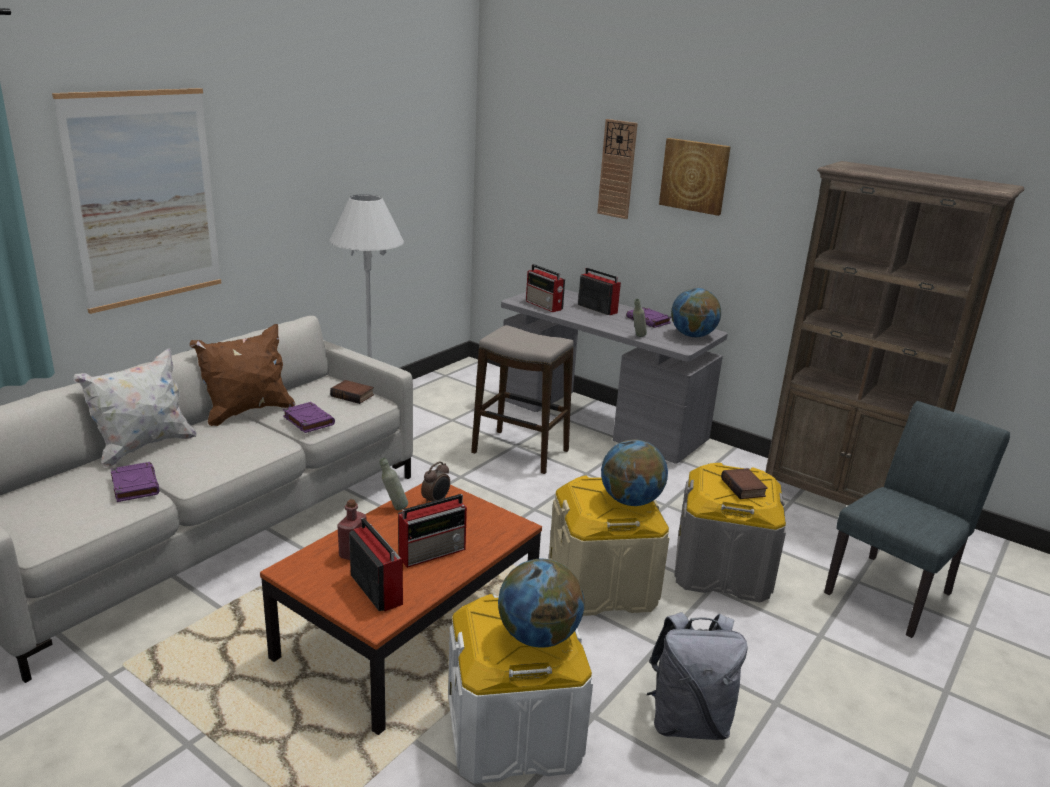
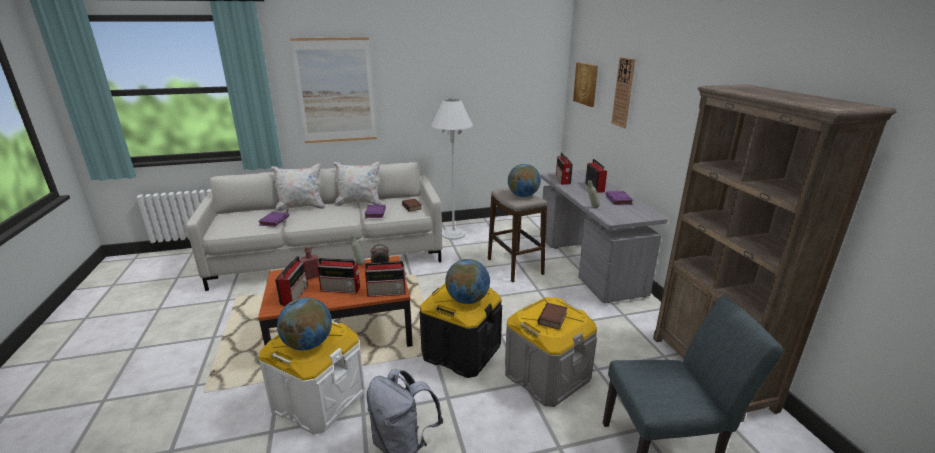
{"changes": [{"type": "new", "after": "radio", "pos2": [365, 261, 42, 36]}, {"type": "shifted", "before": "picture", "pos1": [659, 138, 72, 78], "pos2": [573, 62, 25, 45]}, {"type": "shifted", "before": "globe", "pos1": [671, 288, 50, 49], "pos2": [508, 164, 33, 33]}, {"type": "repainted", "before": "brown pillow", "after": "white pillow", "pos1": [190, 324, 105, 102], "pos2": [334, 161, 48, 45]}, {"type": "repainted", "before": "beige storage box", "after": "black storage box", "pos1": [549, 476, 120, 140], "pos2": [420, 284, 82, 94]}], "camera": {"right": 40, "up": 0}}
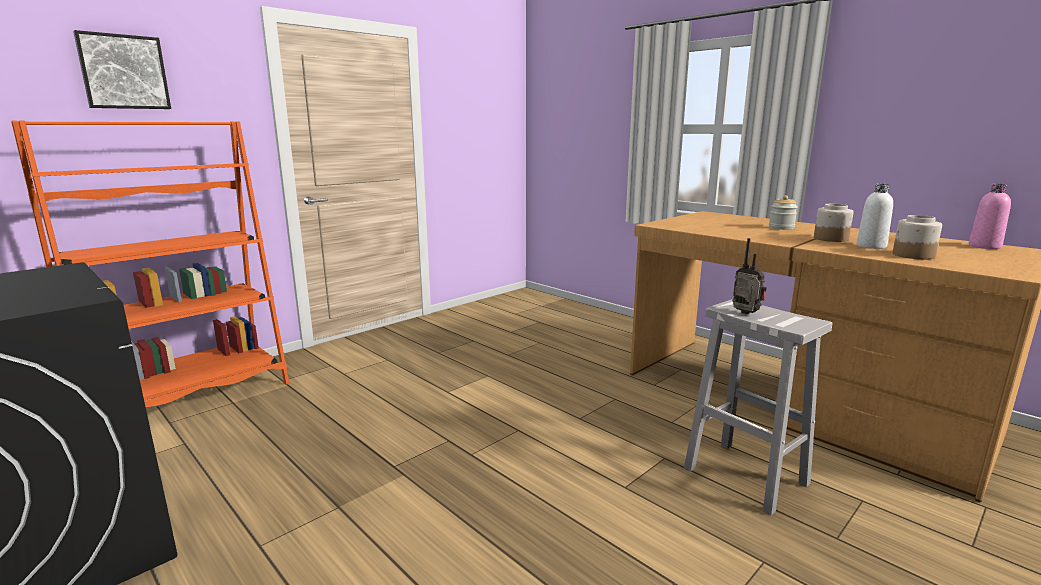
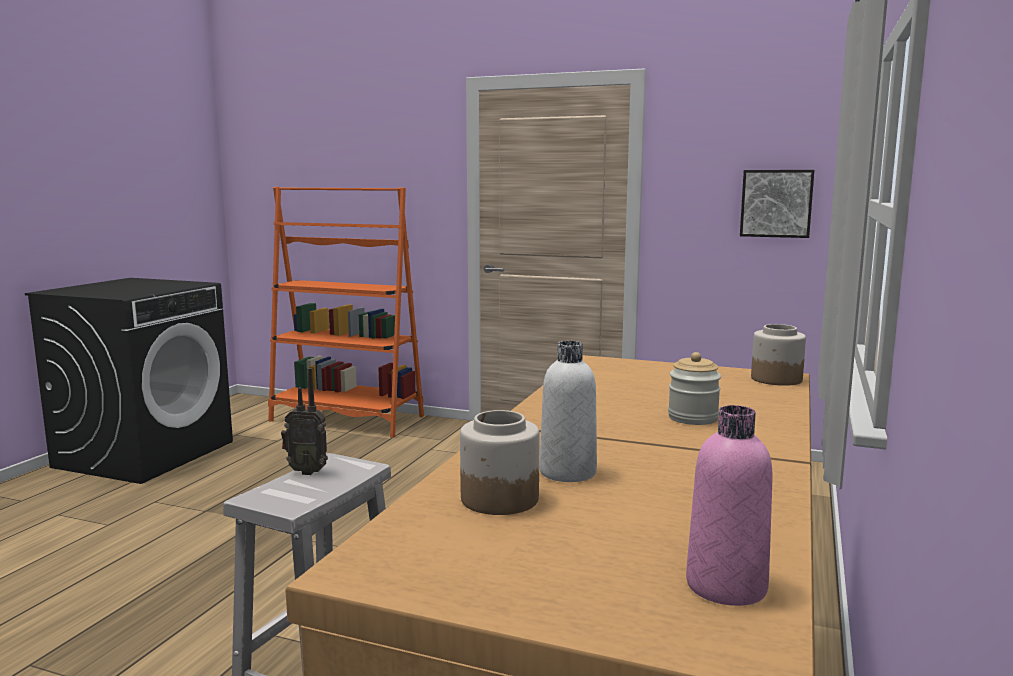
{"changes": [{"type": "shifted", "before": "picture", "pos1": [73, 30, 98, 79], "pos2": [740, 170, 74, 68]}, {"type": "shifted", "before": "jar", "pos1": [814, 204, 40, 38], "pos2": [751, 324, 55, 62]}, {"type": "rotated", "before": "radio", "pos1": [732, 238, 35, 76], "pos2": [281, 368, 47, 107], "turn": 75}], "camera": {"right": 65, "up": -5}}
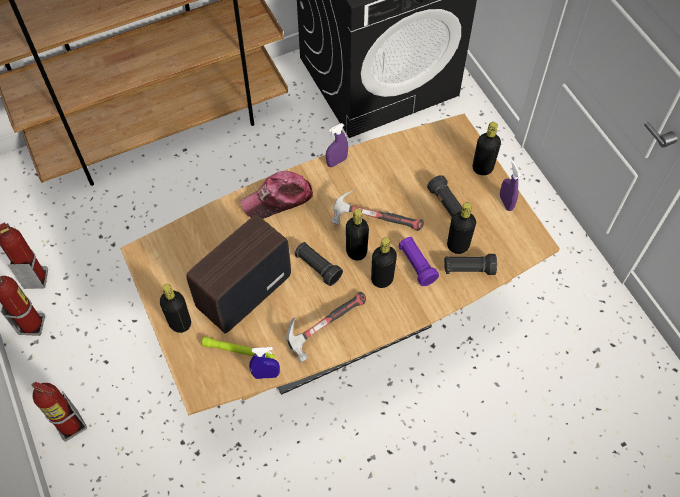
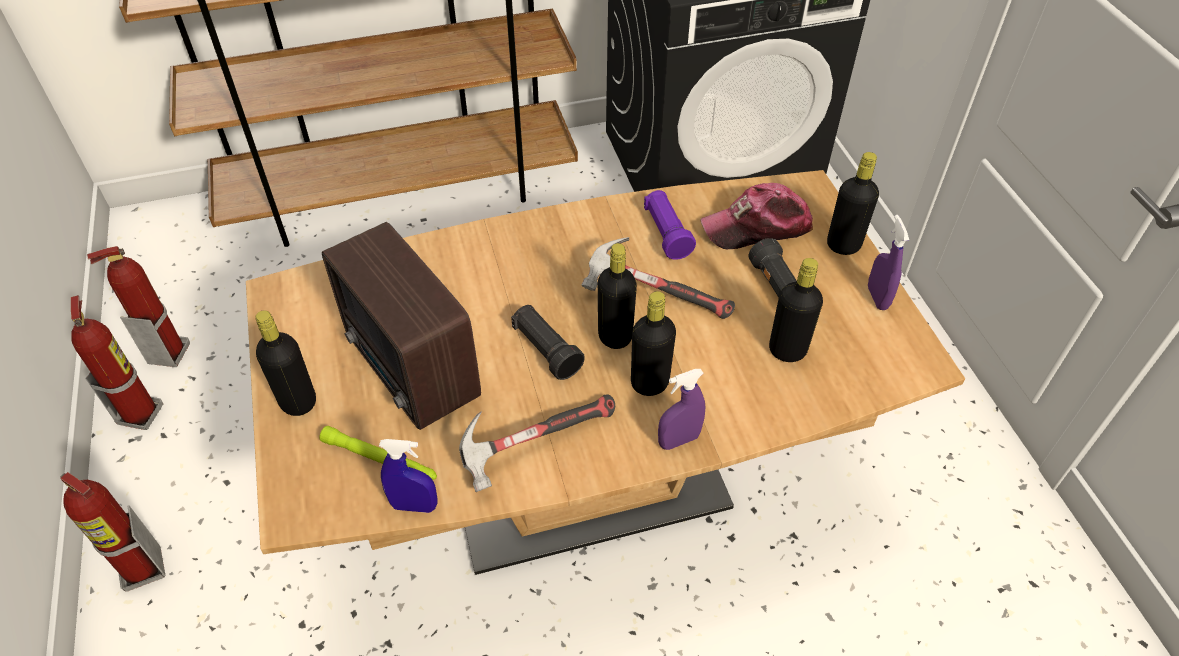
{"changes": [{"type": "gone", "before": "black flashlight", "pos1": [444, 254, 53, 21]}, {"type": "shifted", "before": "cap", "pos1": [240, 171, 73, 48], "pos2": [700, 183, 113, 66]}, {"type": "shifted", "before": "purple spray bottle", "pos1": [326, 123, 22, 44], "pos2": [658, 369, 48, 81]}, {"type": "shifted", "before": "purple flashlight", "pos1": [399, 237, 40, 49], "pos2": [644, 190, 52, 70]}, {"type": "rotated", "before": "radio", "pos1": [186, 214, 105, 119], "pos2": [322, 222, 159, 208], "turn": -90}], "camera": {"right": 10, "up": -10}}
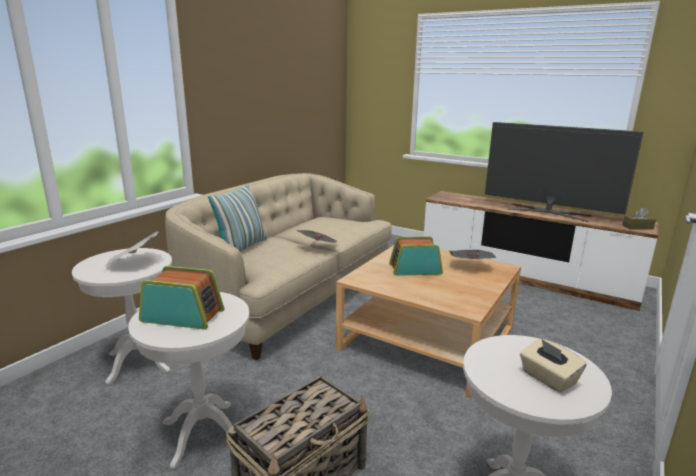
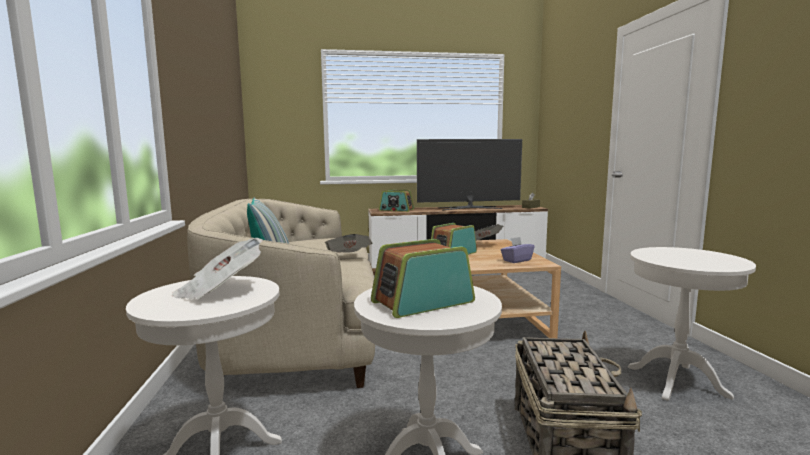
{"changes": [{"type": "gone", "before": "beige tissue box", "pos1": [520, 338, 66, 55]}, {"type": "new", "after": "radio", "pos2": [379, 190, 35, 22]}, {"type": "new", "after": "purple tissue box", "pos2": [501, 237, 34, 26]}], "camera": {"right": -40, "up": -10}}
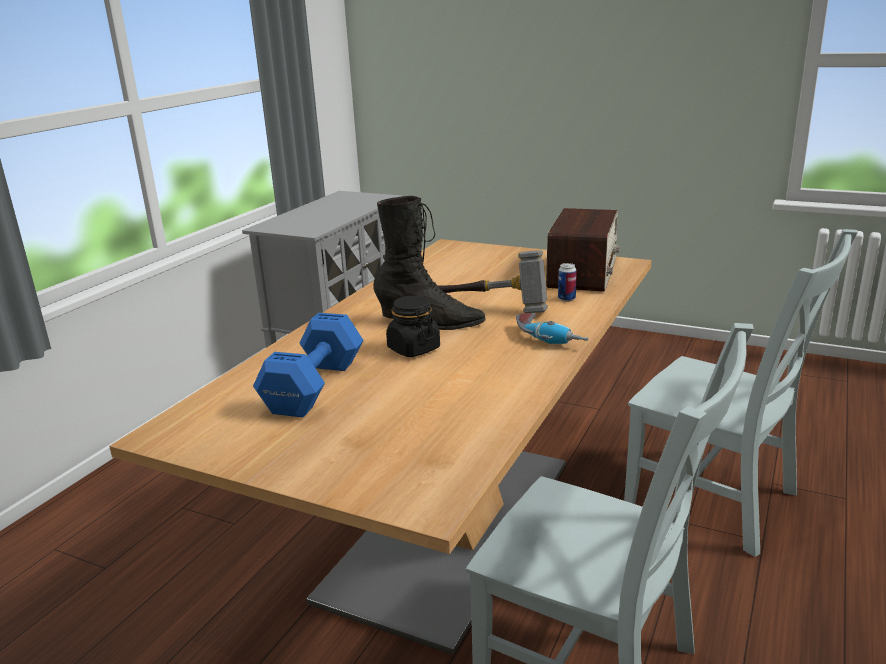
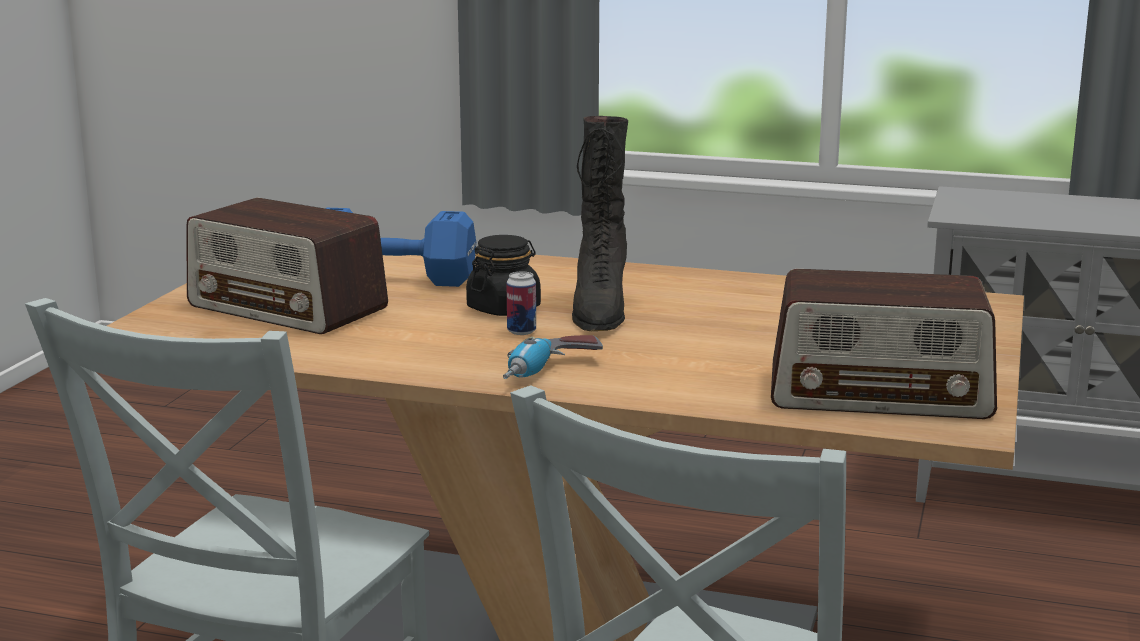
{"changes": [{"type": "gone", "before": "hammer", "pos1": [437, 250, 111, 63]}, {"type": "new", "after": "radio", "pos2": [187, 197, 201, 137]}, {"type": "shifted", "before": "can", "pos1": [558, 263, 19, 39], "pos2": [506, 271, 30, 64]}], "camera": {"right": 80, "up": -5}}
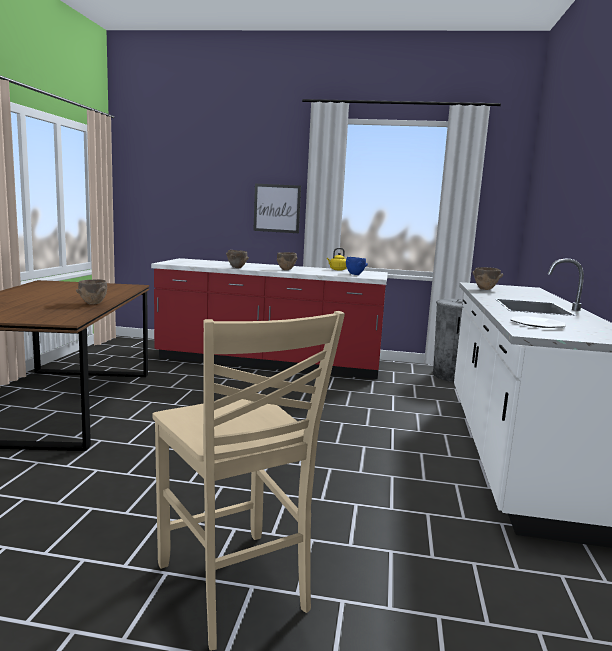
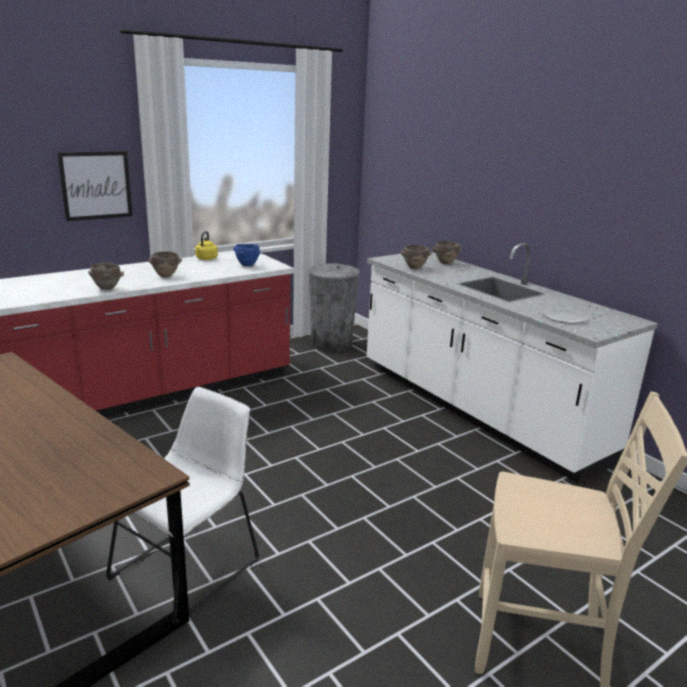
{"changes": [{"type": "new", "after": "white chair", "pos2": [106, 387, 153, 237]}, {"type": "shifted", "before": "brown bowl", "pos1": [76, 279, 31, 26], "pos2": [433, 241, 29, 23]}], "camera": {"right": -45, "up": 10}}
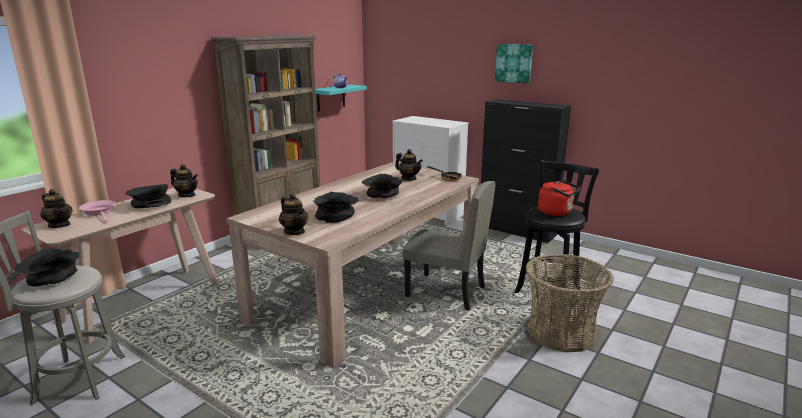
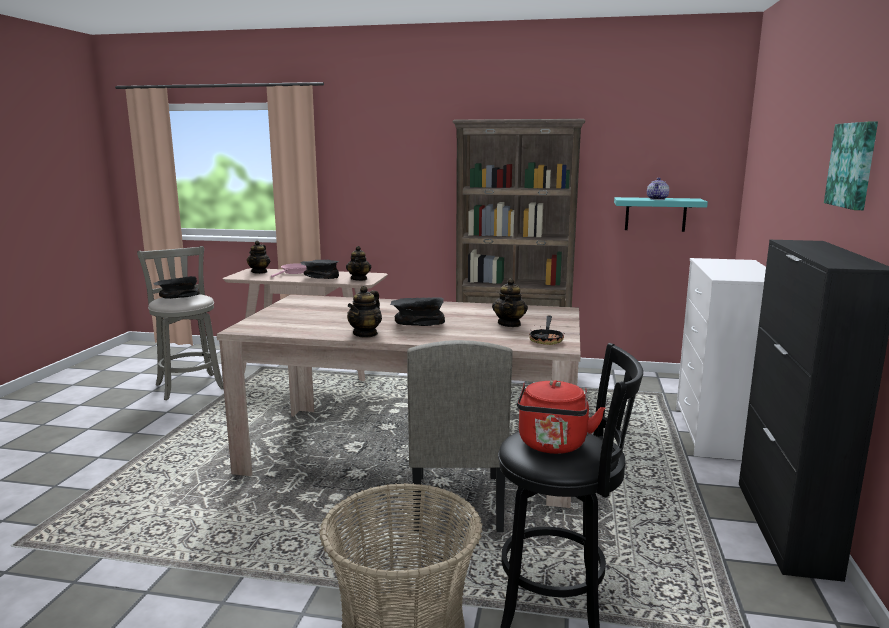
{"changes": [{"type": "gone", "before": "black bowl", "pos1": [312, 192, 47, 31]}, {"type": "shifted", "before": "teapot", "pos1": [279, 193, 29, 42], "pos2": [347, 286, 35, 52]}], "camera": {"right": 65, "up": -5}}
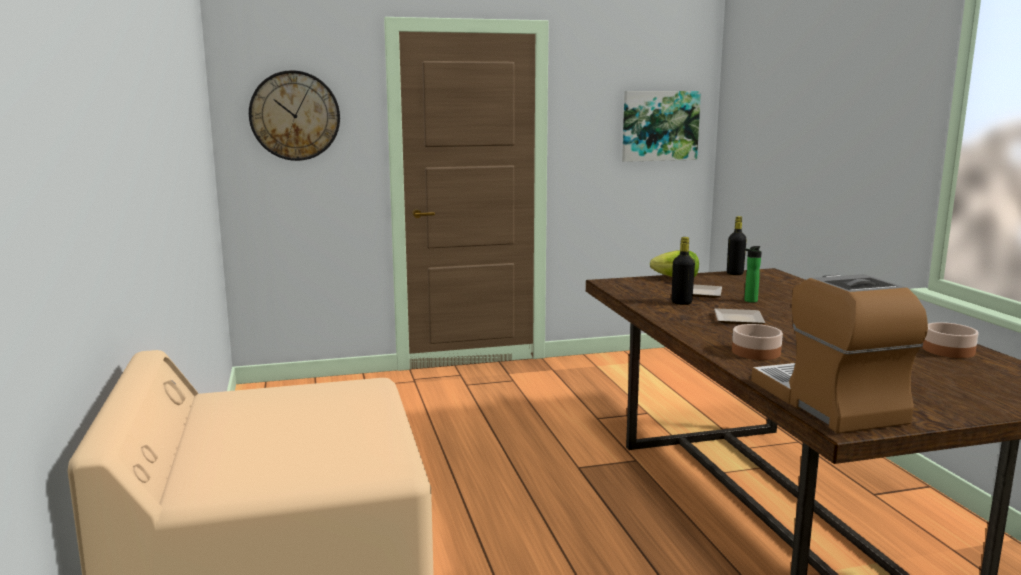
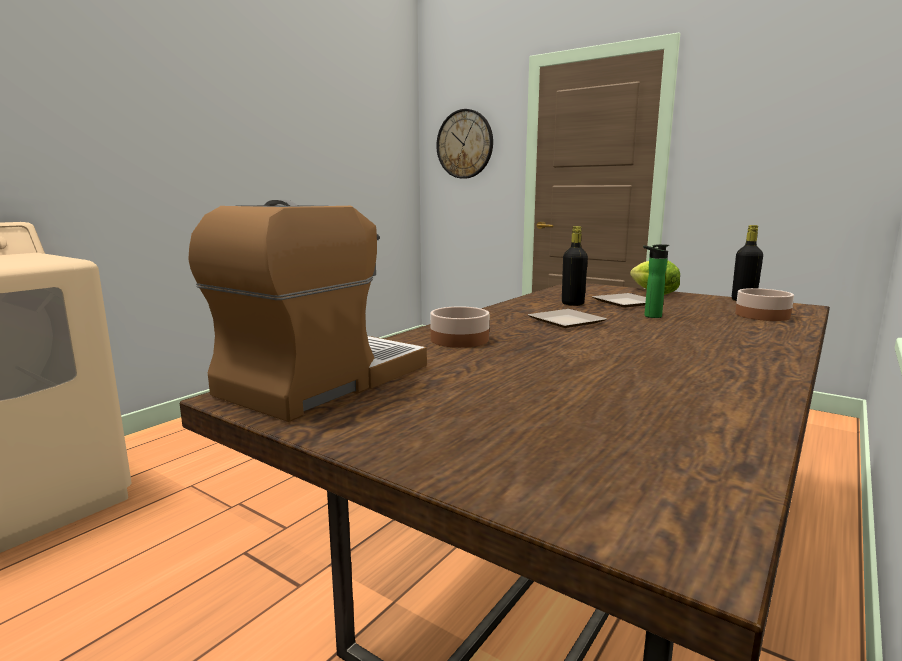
{"changes": [{"type": "gone", "before": "picture", "pos1": [622, 91, 79, 71]}, {"type": "shifted", "before": "bowl", "pos1": [923, 322, 56, 36], "pos2": [735, 288, 59, 33]}], "camera": {"right": 50, "up": 0}}
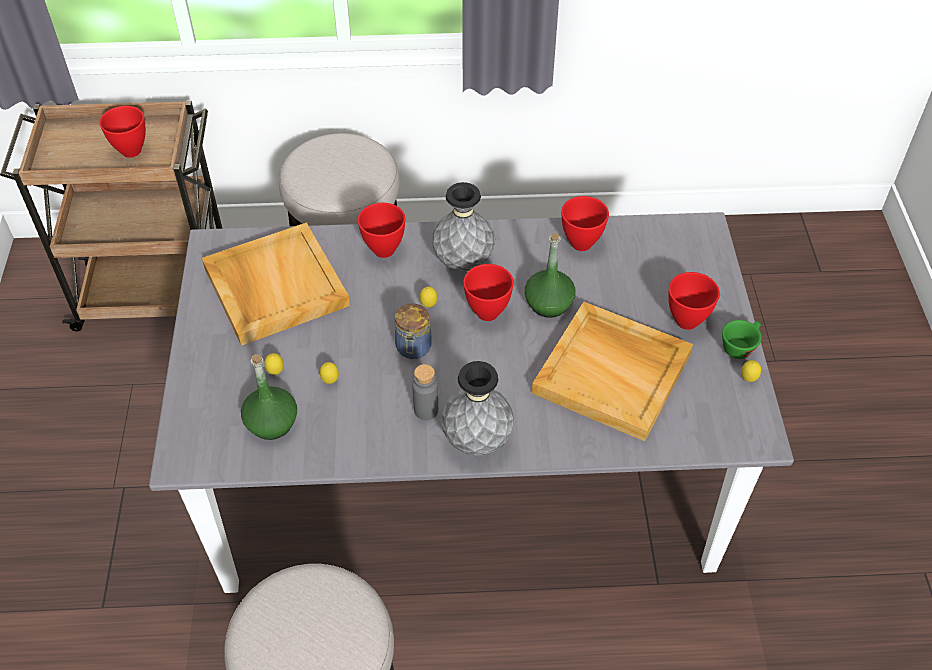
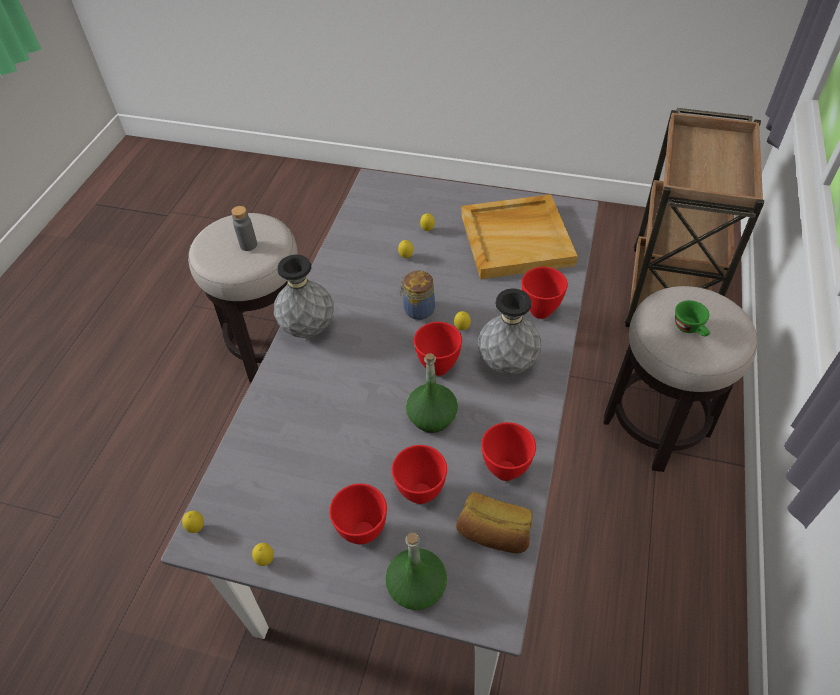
{"changes": [{"type": "gone", "before": "beige tray", "pos1": [532, 302, 161, 140]}, {"type": "new", "after": "lemon", "pos2": [182, 511, 22, 22]}, {"type": "new", "after": "bread", "pos2": [456, 492, 76, 61]}, {"type": "shifted", "before": "red bowl", "pos1": [99, 106, 47, 52], "pos2": [392, 445, 55, 59]}, {"type": "shifted", "before": "green bottle", "pos1": [241, 354, 56, 86], "pos2": [386, 533, 61, 77]}, {"type": "shifted", "before": "grey bottle", "pos1": [412, 364, 26, 56], "pos2": [231, 206, 26, 45]}, {"type": "shifted", "before": "green cup", "pos1": [722, 320, 40, 39], "pos2": [675, 300, 35, 36]}], "camera": {"right": 110, "up": 0}}
